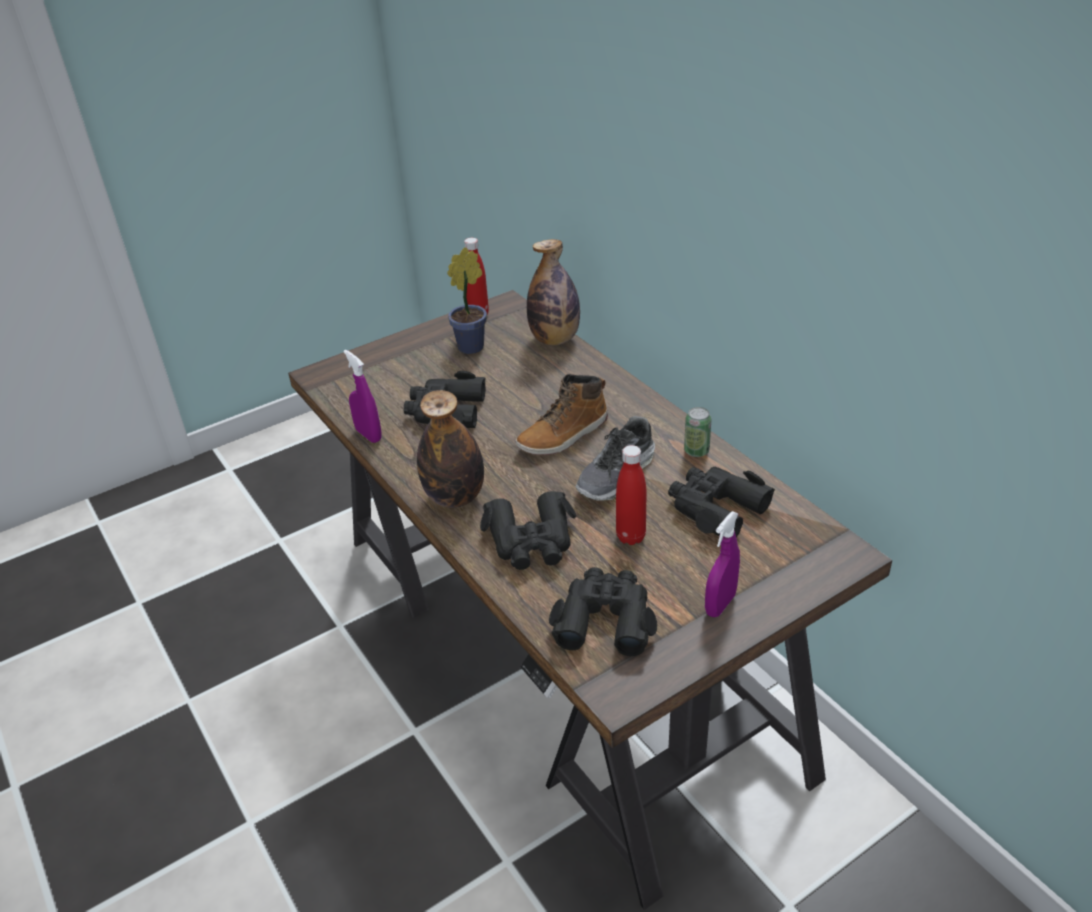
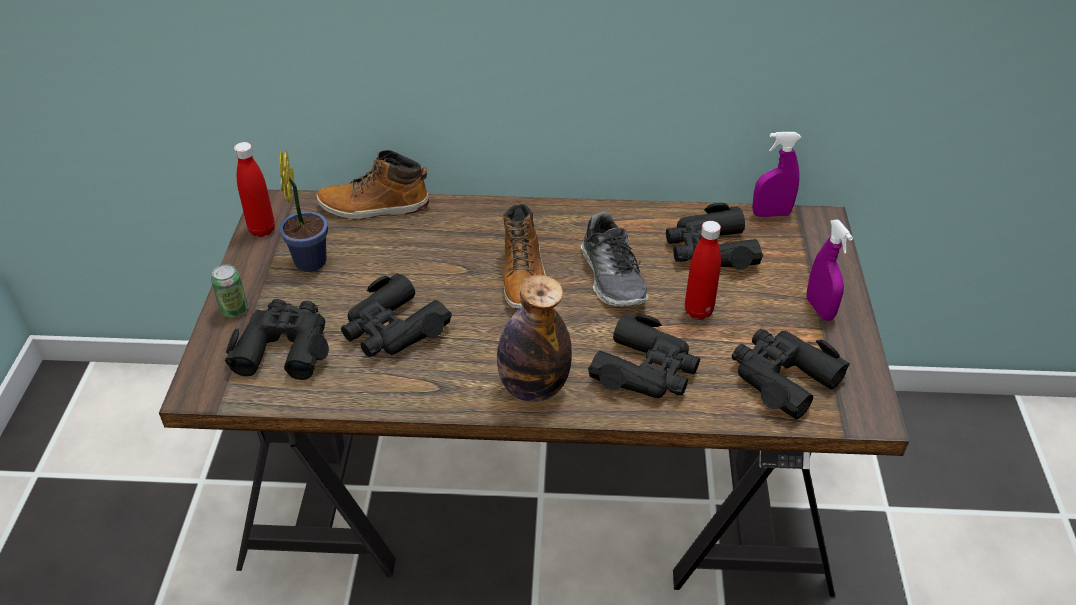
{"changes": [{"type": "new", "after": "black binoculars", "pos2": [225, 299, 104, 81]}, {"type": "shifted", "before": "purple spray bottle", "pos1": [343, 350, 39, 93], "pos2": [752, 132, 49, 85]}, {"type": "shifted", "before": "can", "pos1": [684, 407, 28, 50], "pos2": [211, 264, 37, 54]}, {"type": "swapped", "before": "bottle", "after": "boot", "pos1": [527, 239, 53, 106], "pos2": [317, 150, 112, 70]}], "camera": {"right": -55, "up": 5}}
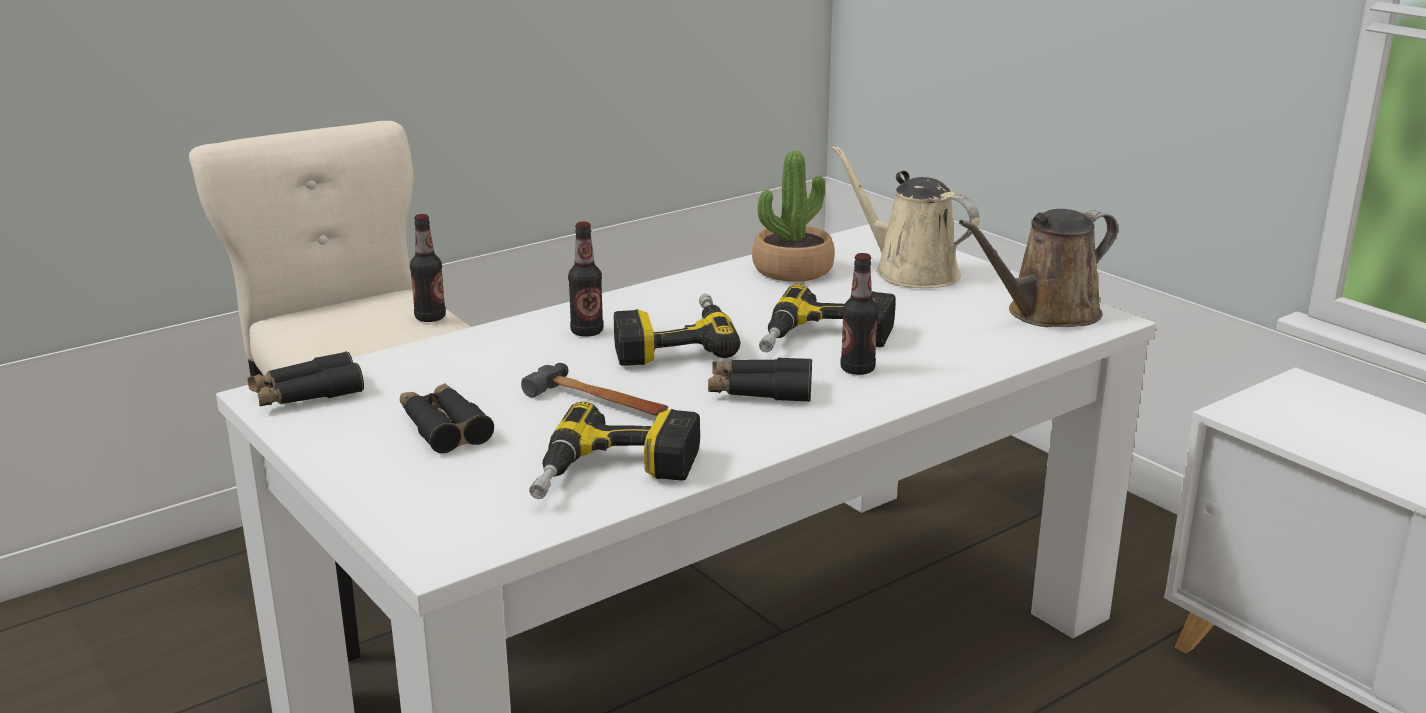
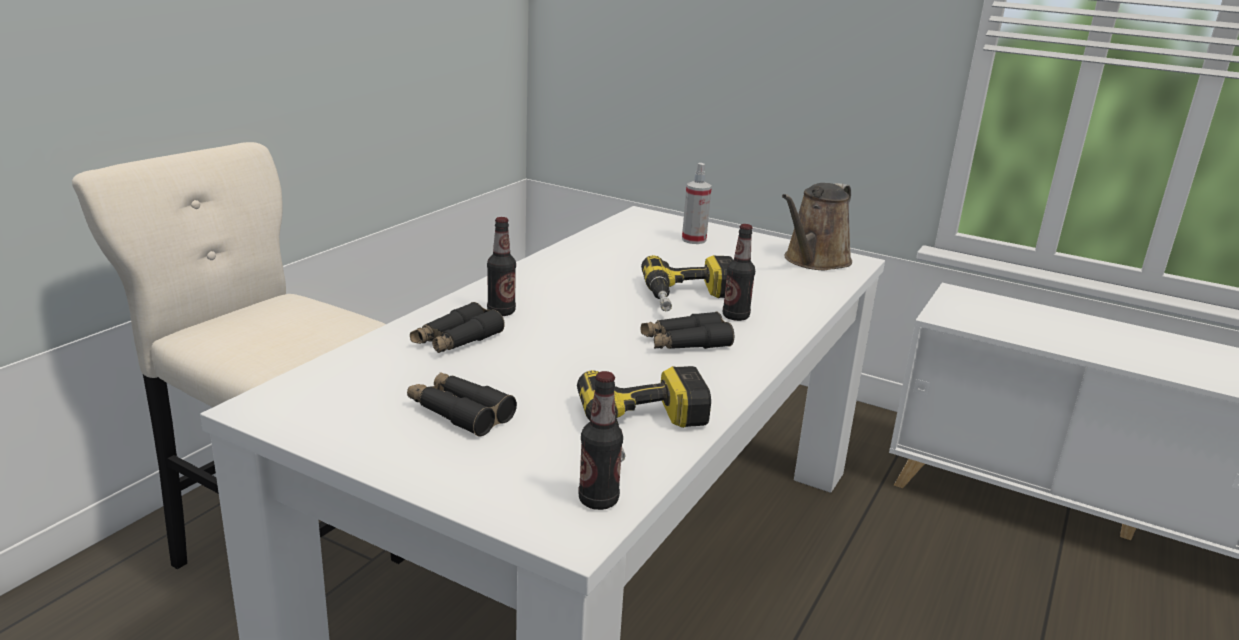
{"changes": [{"type": "gone", "before": "hammer", "pos1": [521, 363, 147, 53]}, {"type": "gone", "before": "power drill", "pos1": [614, 294, 126, 72]}, {"type": "gone", "before": "potted plant", "pos1": [752, 151, 83, 131]}, {"type": "shifted", "before": "black binoculars", "pos1": [248, 351, 116, 55], "pos2": [410, 302, 95, 51]}, {"type": "shifted", "before": "bottle", "pos1": [410, 214, 36, 108], "pos2": [578, 371, 45, 139]}, {"type": "swapped", "before": "beige watering can", "after": "spray bottle", "pos1": [831, 144, 149, 144], "pos2": [682, 163, 30, 81]}], "camera": {"right": -25, "up": 0}}
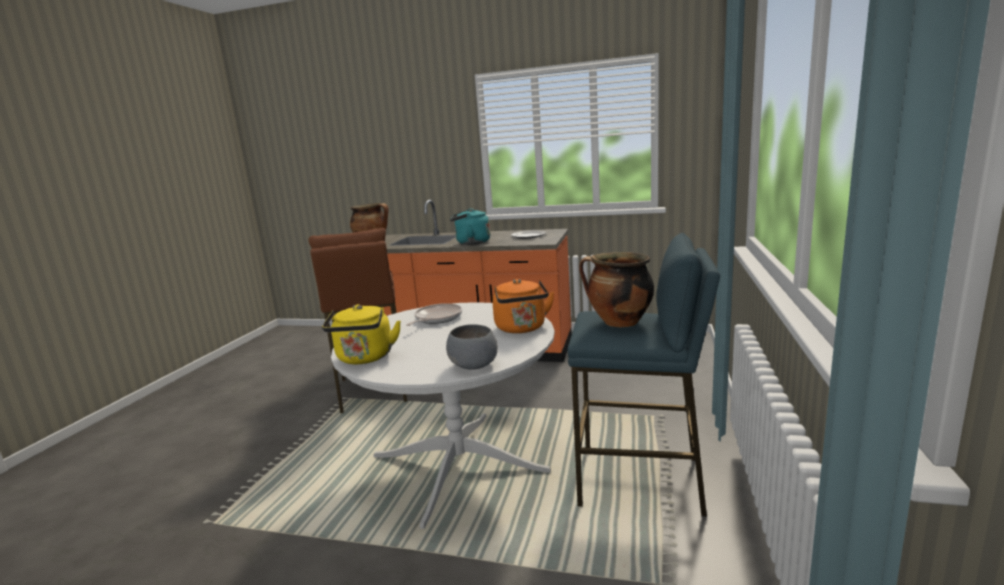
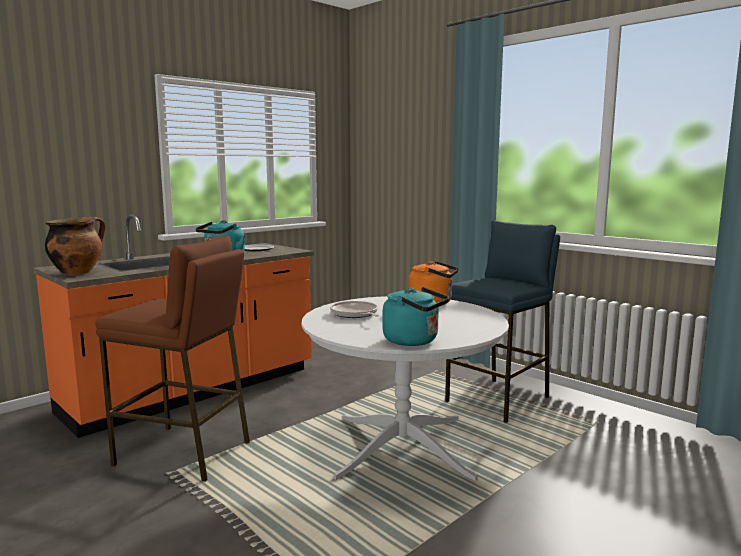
{"changes": [{"type": "gone", "before": "grey bowl", "pos1": [446, 324, 52, 46]}, {"type": "gone", "before": "cooking pot", "pos1": [579, 252, 75, 75]}, {"type": "repainted", "before": "yellow kettle", "after": "turquoise kettle", "pos1": [322, 304, 79, 60], "pos2": [383, 287, 66, 59]}], "camera": {"right": -60, "up": -5}}
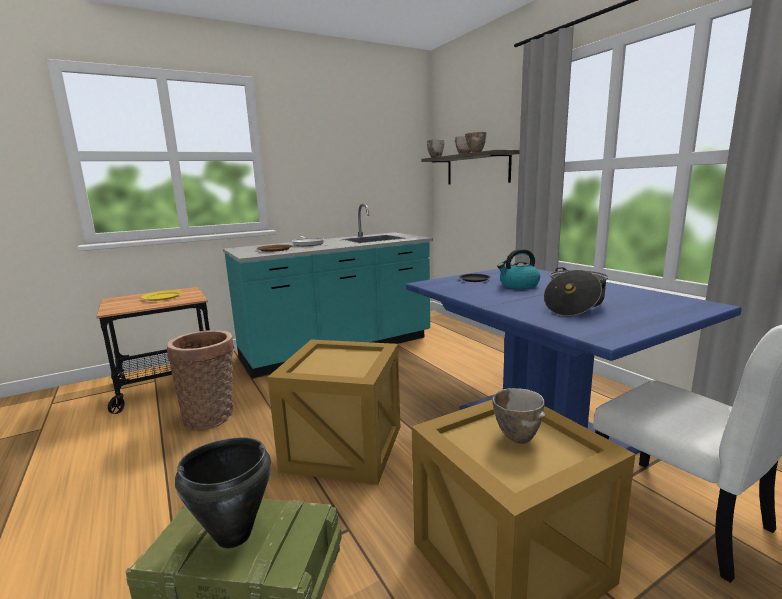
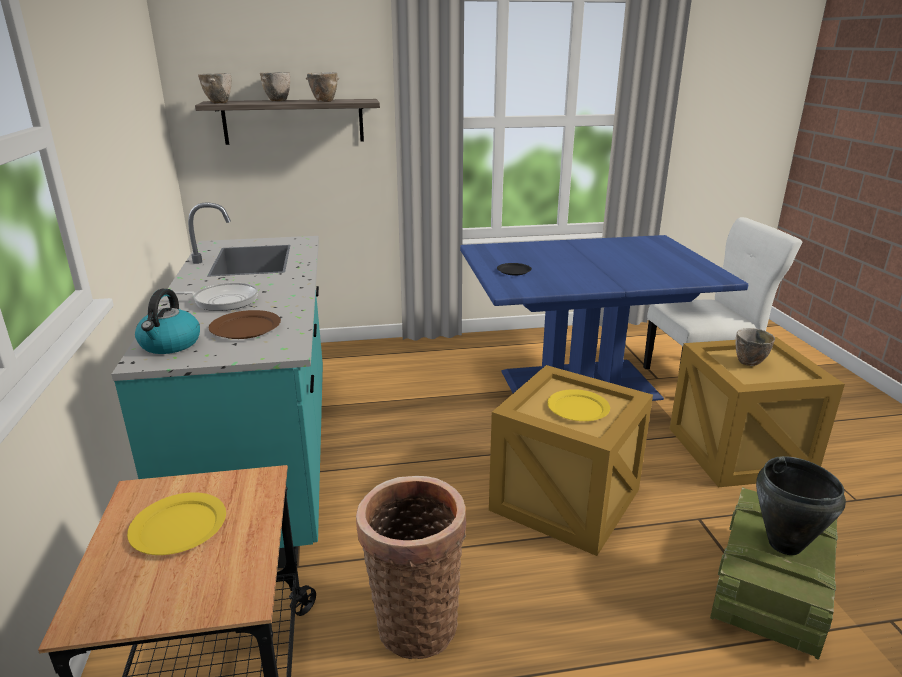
{"changes": [{"type": "gone", "before": "cooking pot", "pos1": [543, 267, 65, 49]}, {"type": "new", "after": "yellow plate", "pos2": [547, 389, 63, 32]}, {"type": "shifted", "before": "kettle", "pos1": [497, 249, 43, 40], "pos2": [135, 289, 65, 65]}], "camera": {"right": -70, "up": 10}}
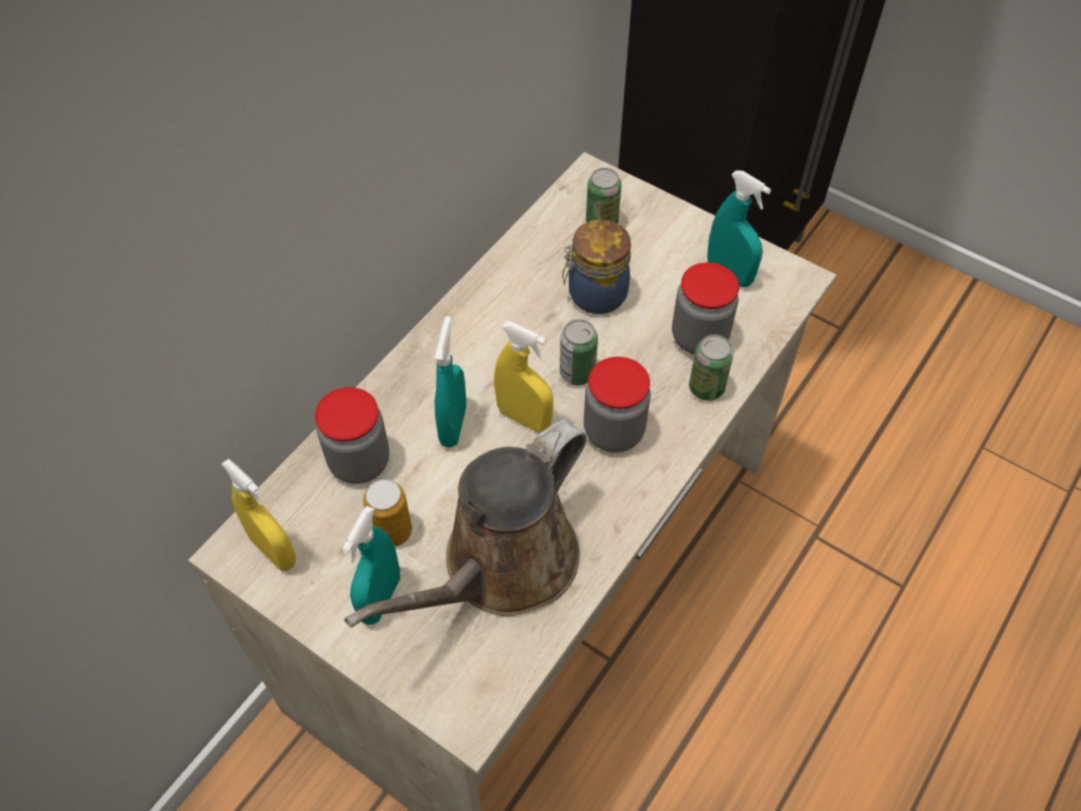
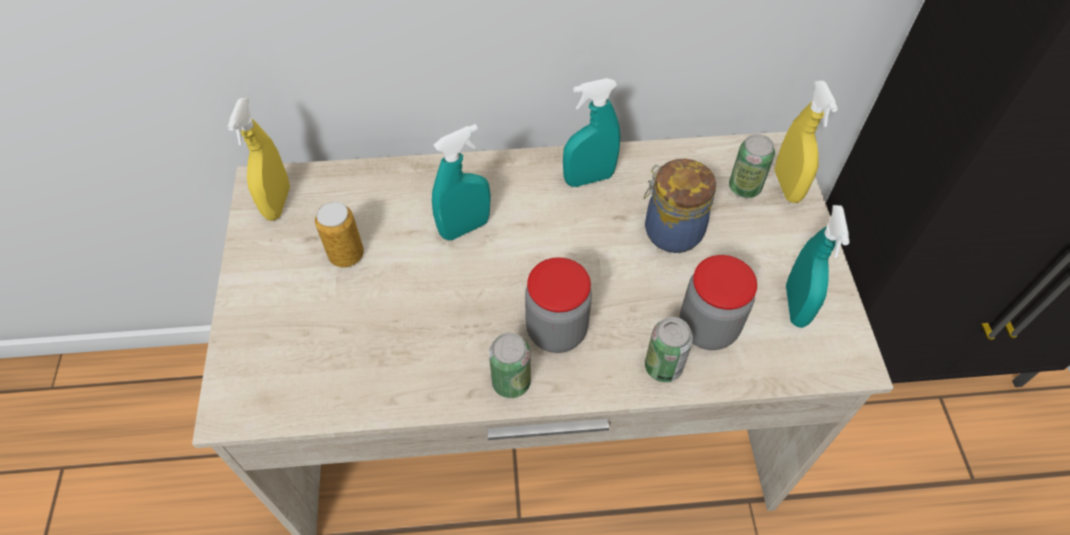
{"changes": [{"type": "gone", "before": "jar", "pos1": [315, 387, 74, 97]}, {"type": "gone", "before": "brown watering can", "pos1": [344, 420, 243, 208]}, {"type": "shifted", "before": "turquoise spray bottle", "pos1": [342, 506, 58, 119], "pos2": [563, 78, 58, 109]}, {"type": "shifted", "before": "yellow spray bottle", "pos1": [494, 321, 59, 111], "pos2": [775, 81, 63, 122]}, {"type": "shifted", "before": "can", "pos1": [560, 319, 38, 66], "pos2": [489, 333, 42, 65]}], "camera": {"right": 50, "up": 0}}
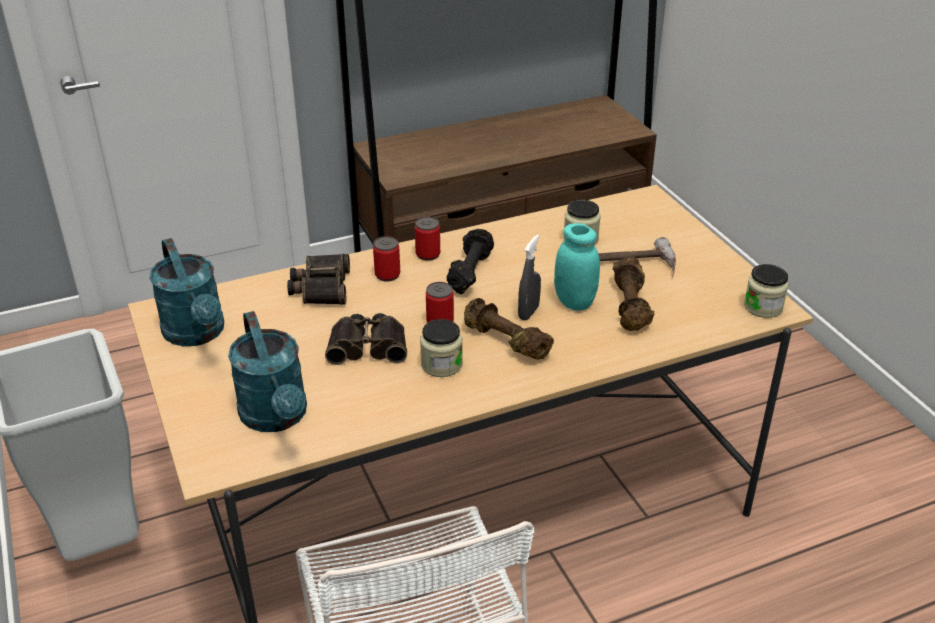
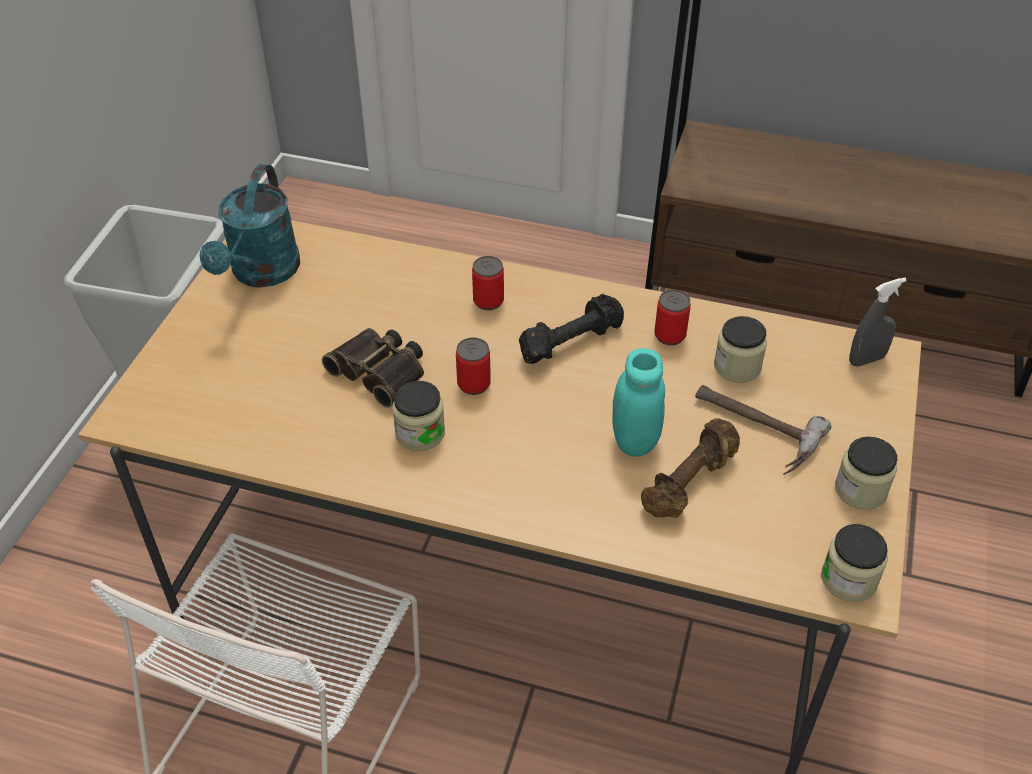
{"changes": [{"type": "gone", "before": "turquoise watering can", "pos1": [228, 311, 79, 121]}, {"type": "gone", "before": "binoculars", "pos1": [287, 254, 63, 51]}, {"type": "gone", "before": "brown dumbbell", "pos1": [464, 298, 90, 62]}, {"type": "new", "after": "jar", "pos2": [835, 436, 62, 74]}, {"type": "shifted", "before": "can", "pos1": [415, 217, 25, 44], "pos2": [654, 290, 37, 55]}, {"type": "shifted", "before": "grey spray bottle", "pos1": [518, 235, 23, 86], "pos2": [849, 278, 57, 89]}], "camera": {"right": 40, "up": 10}}
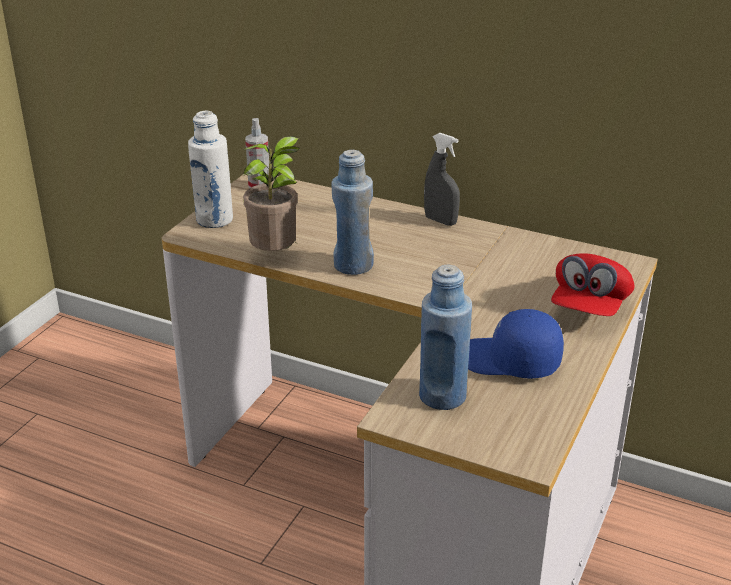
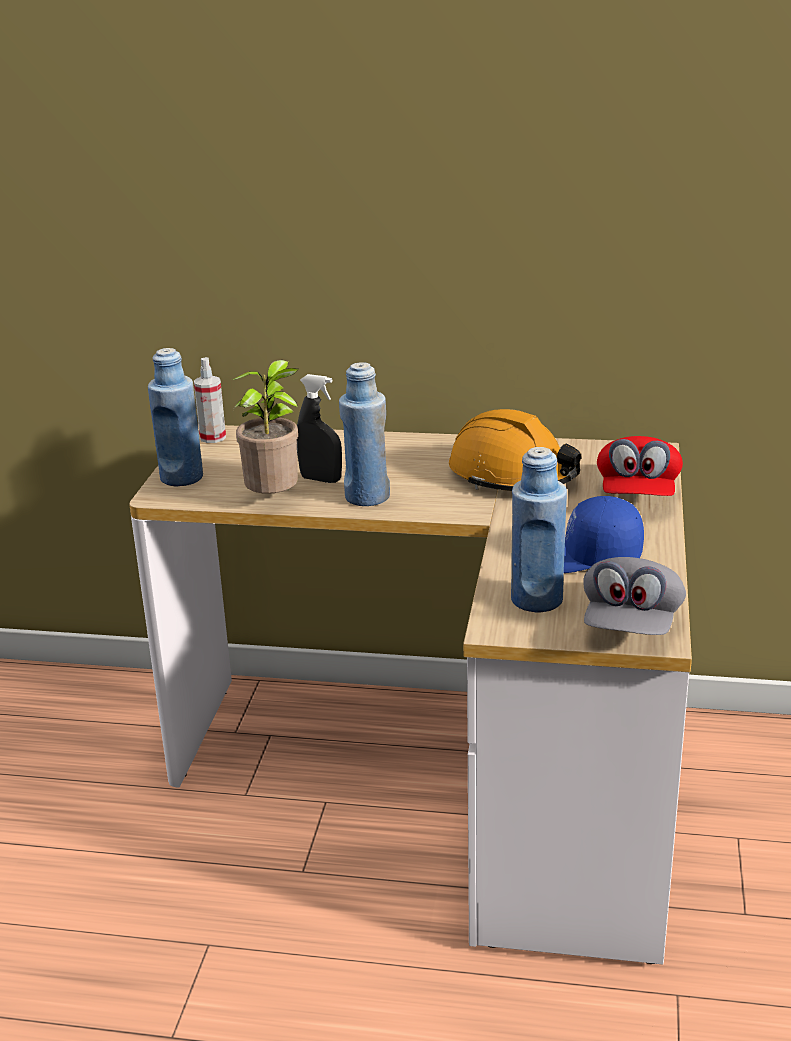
{"changes": [{"type": "new", "after": "orange hard hat", "pos2": [449, 409, 132, 82]}, {"type": "new", "after": "grey cap", "pos2": [583, 557, 103, 78]}, {"type": "shifted", "before": "grey spray bottle", "pos1": [424, 133, 36, 93], "pos2": [297, 374, 45, 109]}, {"type": "repainted", "before": "white bottle", "after": "blue bottle", "pos1": [188, 111, 45, 117], "pos2": [148, 348, 55, 138]}], "camera": {"right": -15, "up": -5}}
